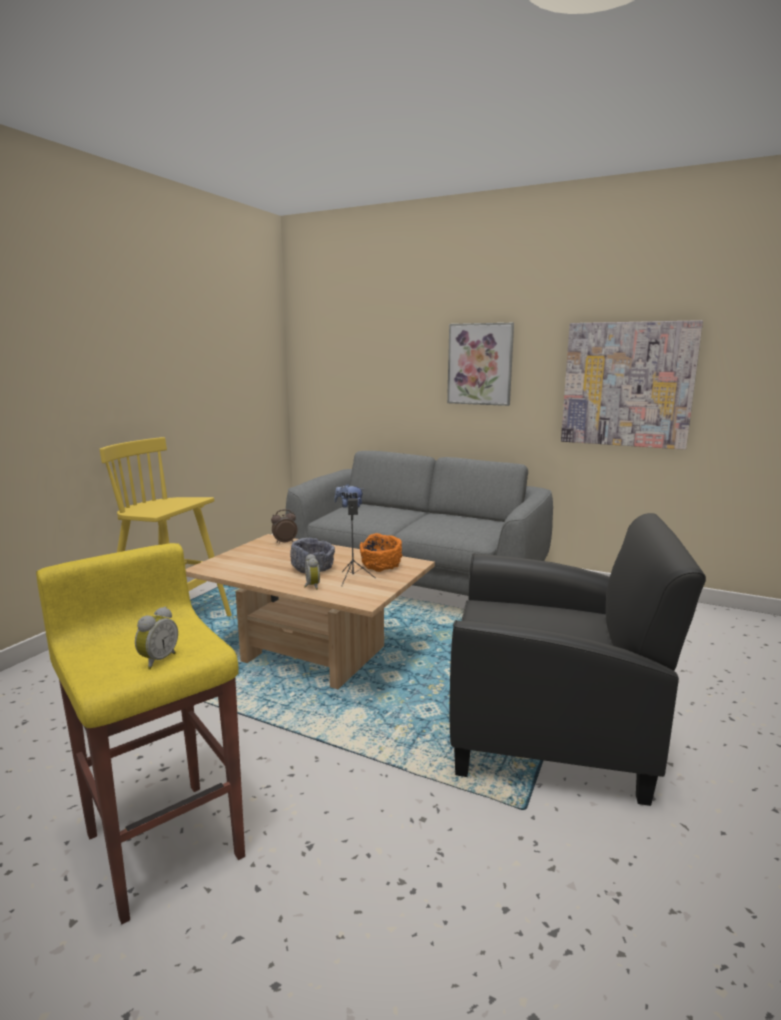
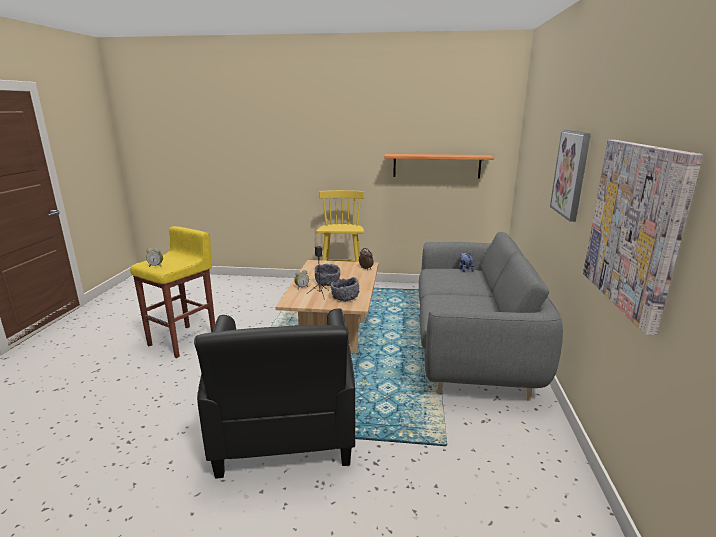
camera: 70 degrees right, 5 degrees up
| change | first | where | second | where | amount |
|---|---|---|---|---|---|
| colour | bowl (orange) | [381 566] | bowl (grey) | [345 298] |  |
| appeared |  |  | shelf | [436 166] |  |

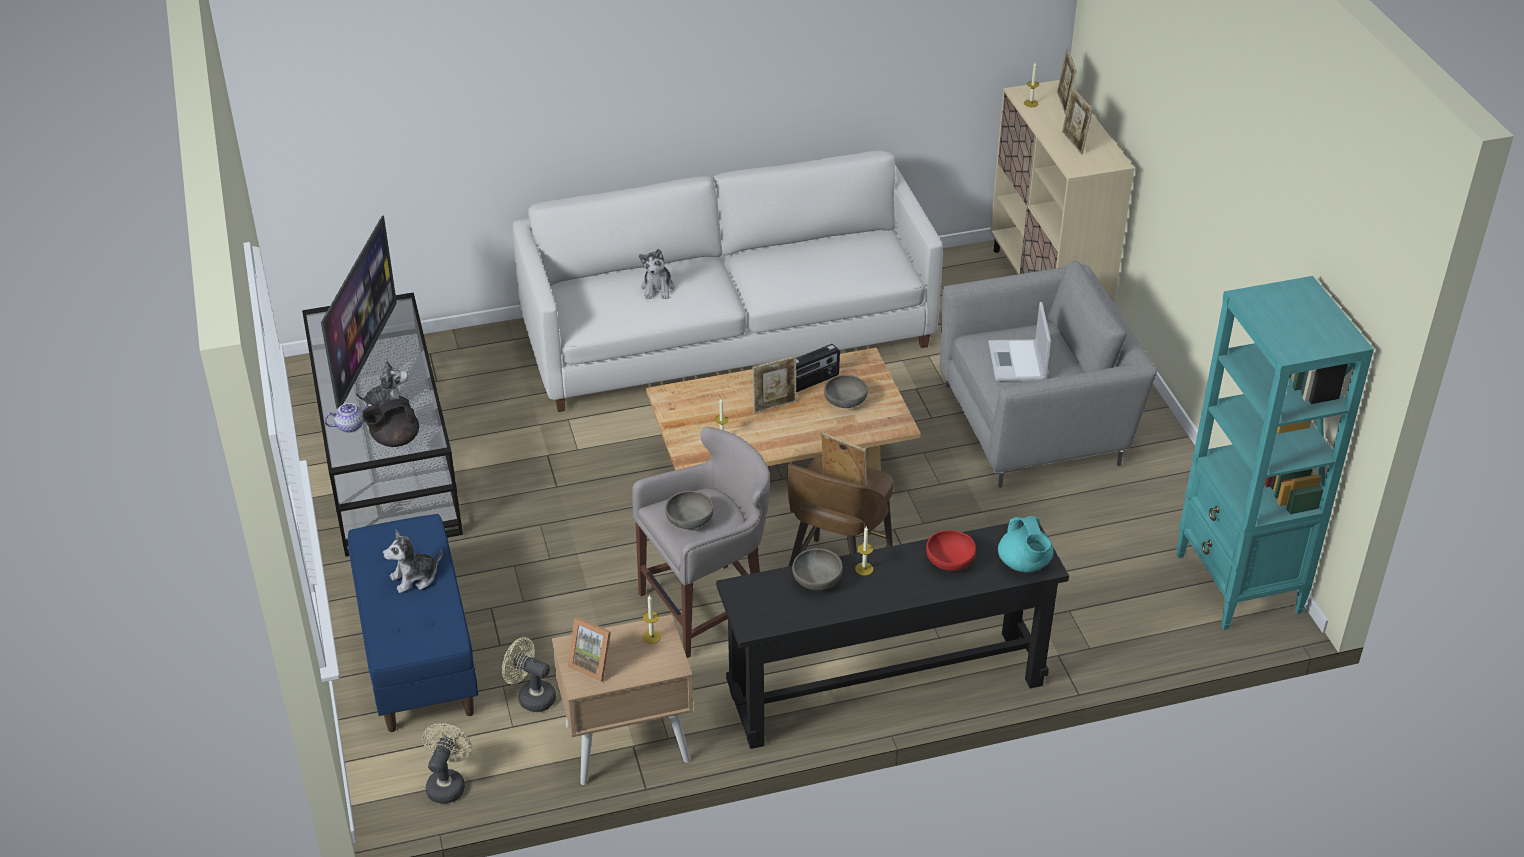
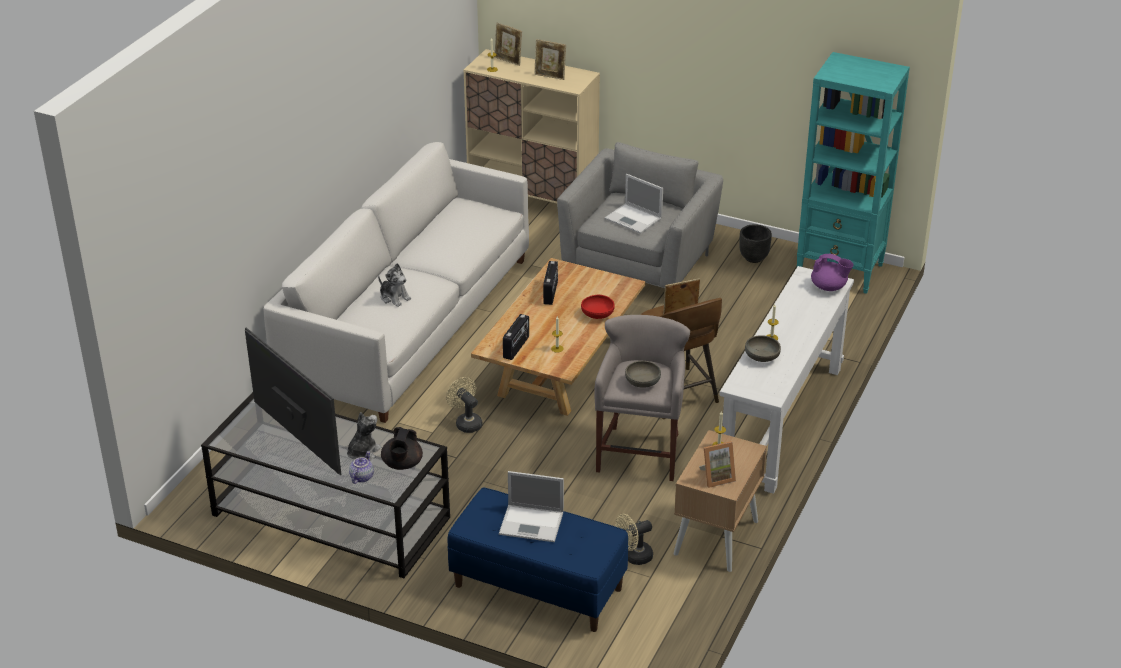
camera: 50 degrees left, 5 degrees down
| change | first | where | second | where | amount |
|---|---|---|---|---|---|
| missing | picture frame | [774 406] |  |  |  |
| missing | bowl (grey) | [845 401] |  |  |  |
| colour | teapot (turquoise) | [1024 564] | teapot (purple) | [829 287] |  |
| colour | console table (black) | [886 687] | console table (white) | [781 421] |  |
| exchanged | plush toy | [415 578] | laptop | [532 523] |  |
| relocated | bowl (red) | [950 561] |  | [597 315] |  |
| relocated | fan (beige) | [447 783] |  | [466 422] |  |
| appeared |  |  | planter (black) | [753 258] |  |
| appeared |  |  | radio | [516 347] |  |

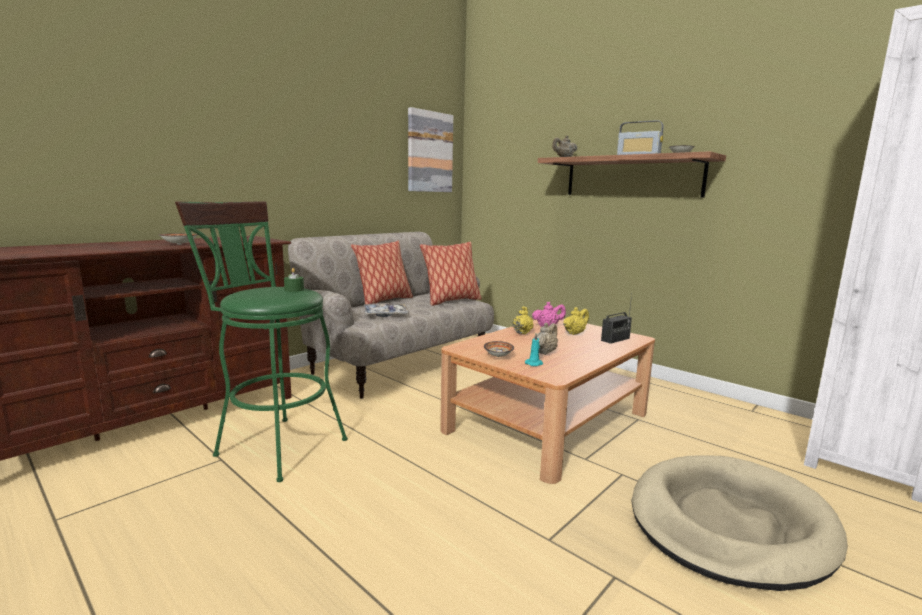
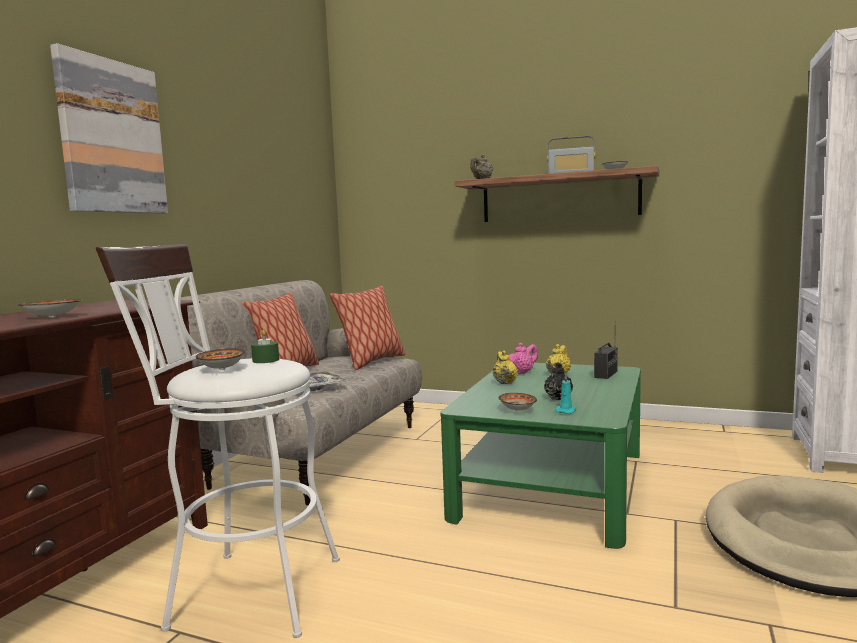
camera: 20 degrees left, 5 degrees down
| change | first | where | second | where | amount |
|---|---|---|---|---|---|
| relocated | picture | [429 152] |  | [111 137] |  |
| colour | stool (green) | [274 444] | stool (white) | [243 591] |  |
| colour | coffee table (brown) | [547 421] | coffee table (green) | [552 483] |  |
| colour | teapot (beige) | [545 352] | teapot (black) | [558 398] |  |
| appeared |  |  | bowl | [223 369] |  |

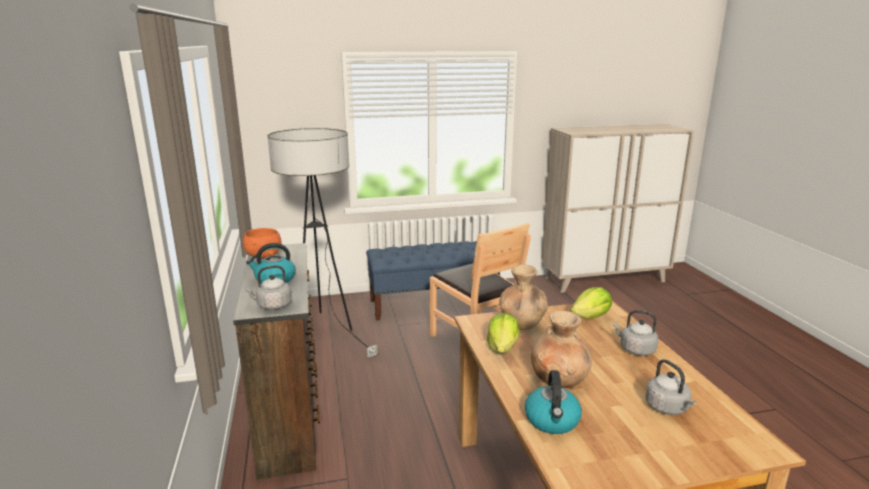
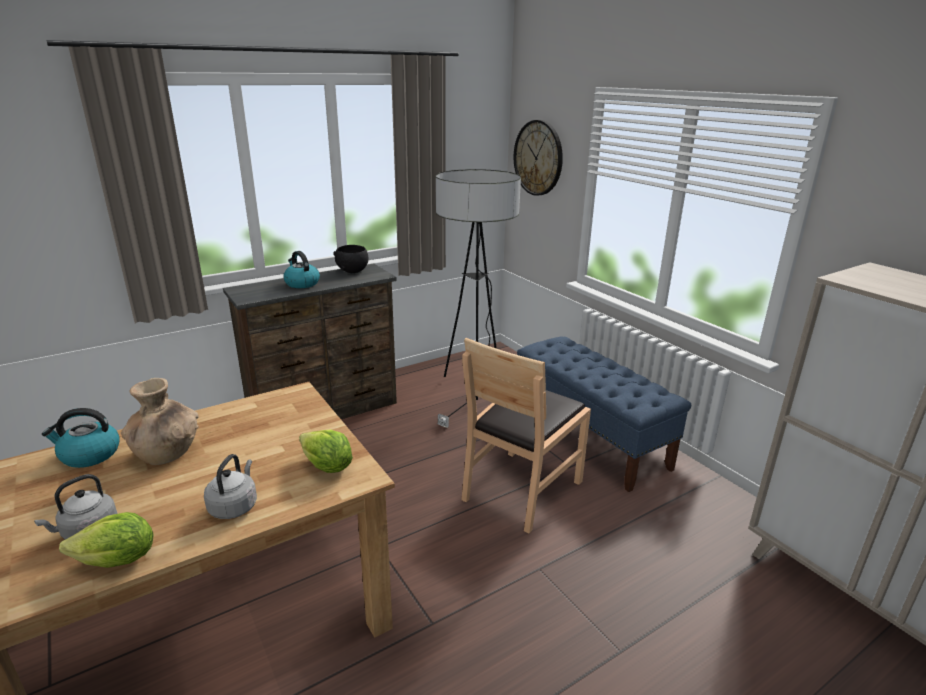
camera: 70 degrees right, 5 degrees up
| change | first | where | second | where | amount |
|---|---|---|---|---|---|
| colour | bowl (orange) | [264 256] | bowl (black) | [353 271] |  |
| missing | vase (brown) | [522 323] |  |  |  |
| missing | kettle (grey) | [272 306] |  |  |  |
| relocated | lettuce | [502 348] |  | [118 561] |  |
| appeared |  |  | wall clock | [538 158] |  |

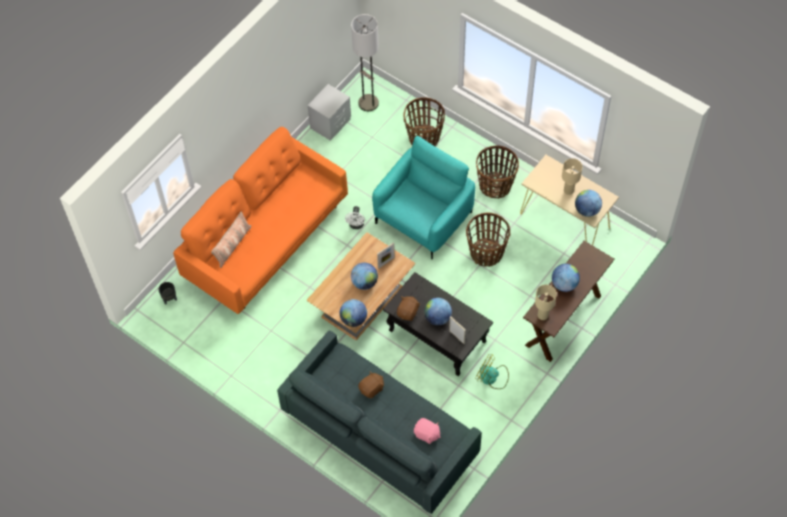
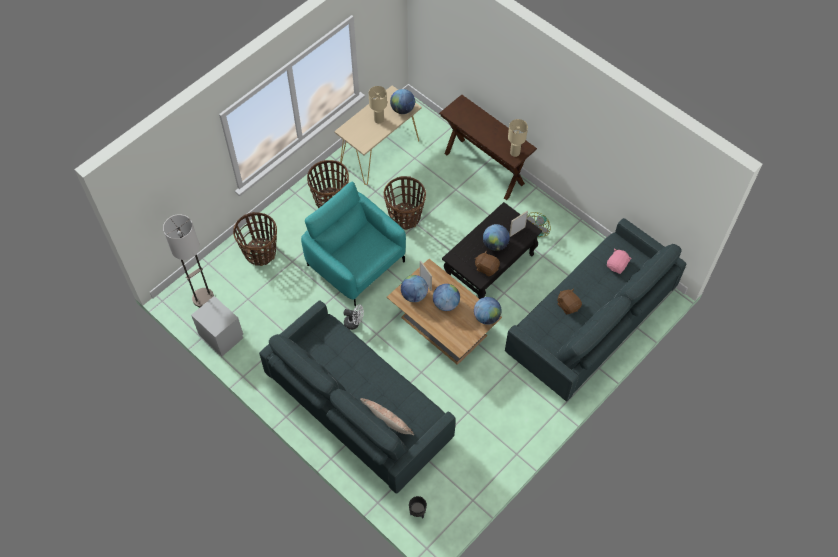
camera: 85 degrees left, 0 degrees up
| change | first | where | second | where | amount |
|---|---|---|---|---|---|
| colour | sofa (orange) | [266 240] | sofa (grey) | [358 409] |  |
| relocated | globe | [564 284] |  | [414 295] |  |

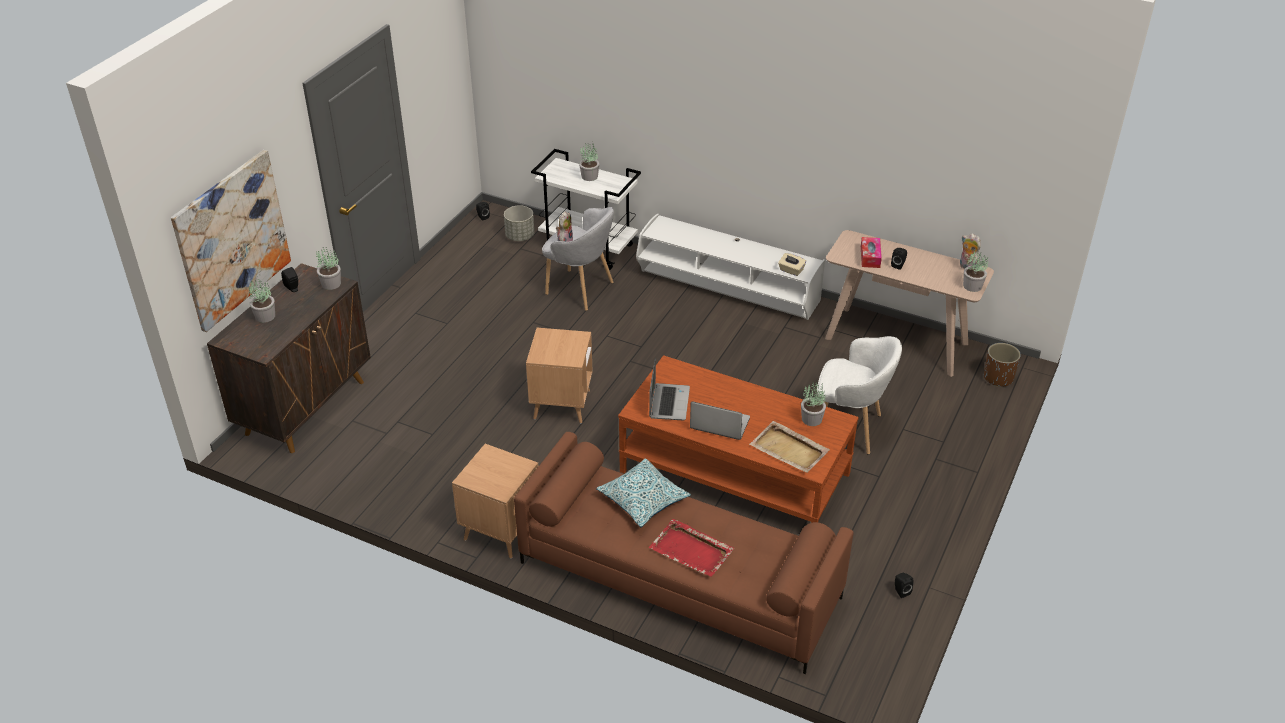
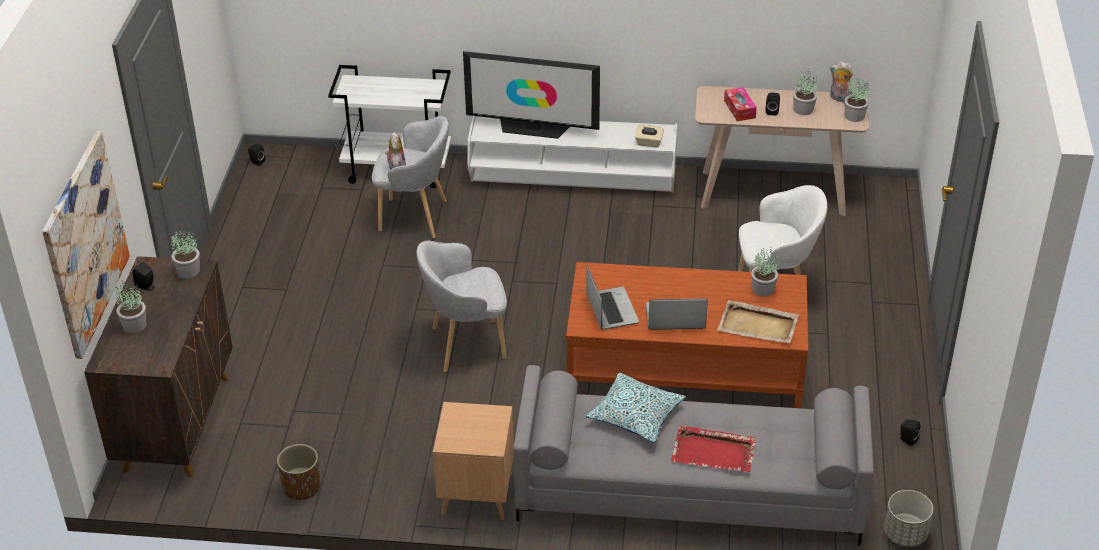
camera: 20 degrees left, 0 degrees up
| change | first | where | second | where | amount |
|---|---|---|---|---|---|
| relocated | potted plant | [589 176] |  | [803 109] |  |
| relocated | planter (grey) | [519 236] |  | [905 534] |  |
| exchanged | side table (brown) | [562 404] | armchair (grey) | [465 345] |  |
| relocated | planter (brown) | [998 378] |  | [301 487] |  |
| colour | sofa (brown) | [678 580] | sofa (grey) | [687 492] |  |
| appeared |  |  | television | [532 128] |  |

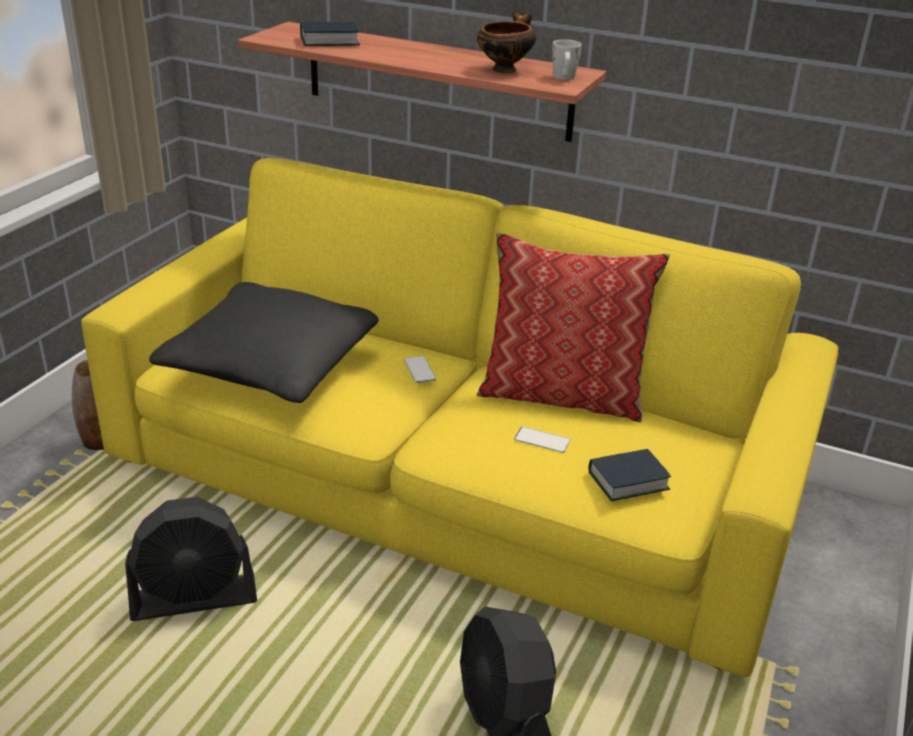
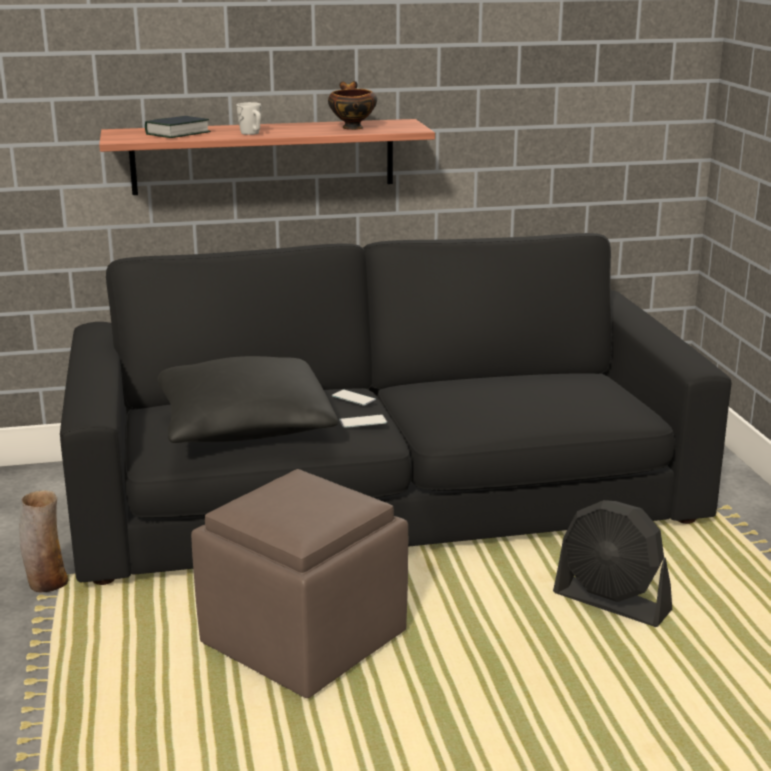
camera: 35 degrees left, 10 degrees down
| change | first | where | second | where | amount |
|---|---|---|---|---|---|
| relocated | mug (white) | [564 78] |  | [252 134] |  |
| colour | sofa (yellow) | [452 476] | sofa (black) | [385 495] |  |
| missing | pillow | [562 395] |  |  |  |
| relocated | phone | [542 440] |  | [363 422] |  |
| missing | book | [628 481] |  |  |  |
| exchanged | fan (black) | [194 599] | ottoman (brown) | [303 639] |  |

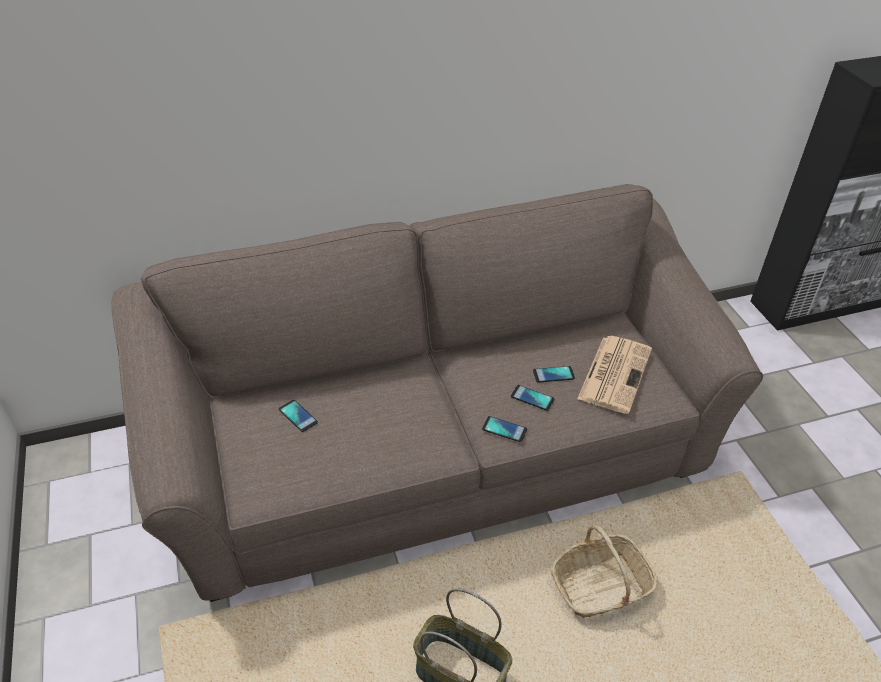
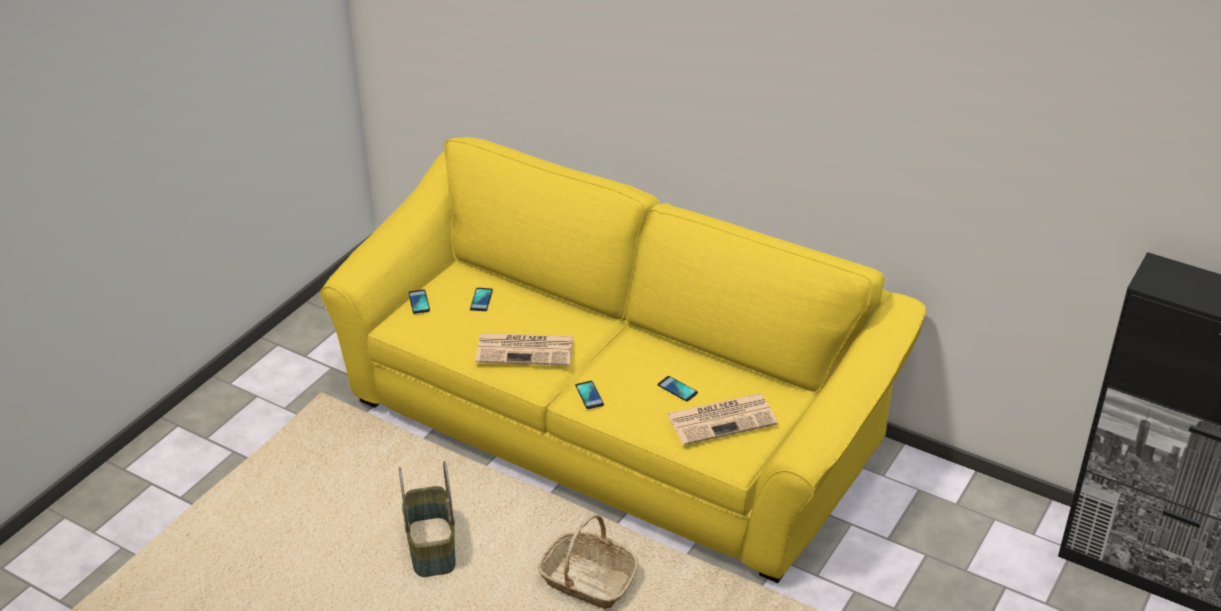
camera: 50 degrees right, 5 degrees down
| change | first | where | second | where | amount |
|---|---|---|---|---|---|
| colour | sofa (brown) | [438 450] | sofa (yellow) | [611 424] |  |
| relocated | phone | [532 398] |  | [419 302] |  |
| appeared |  |  | newspaper | [526 349] |  |

